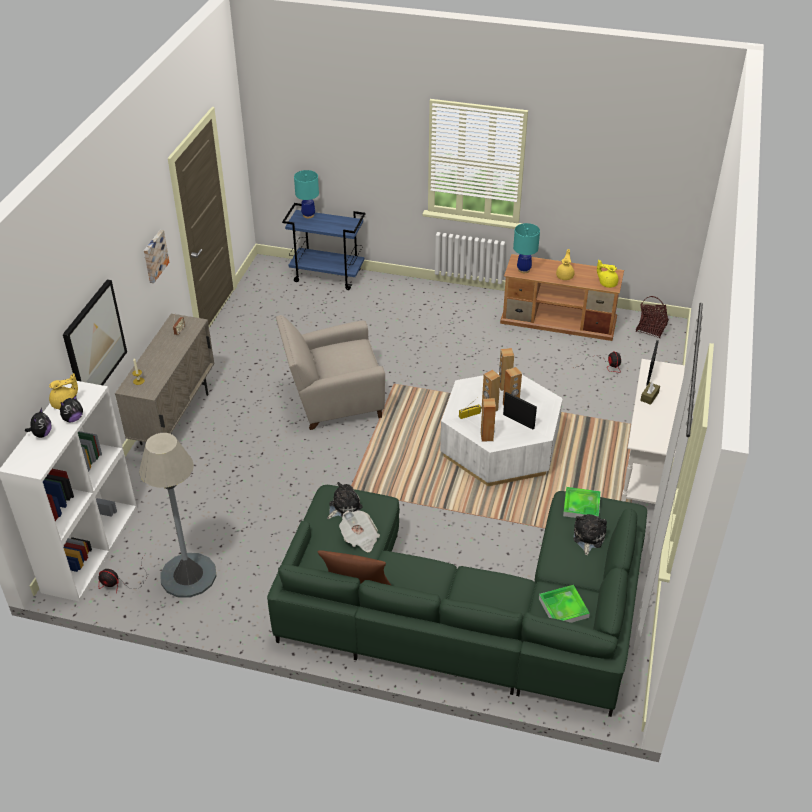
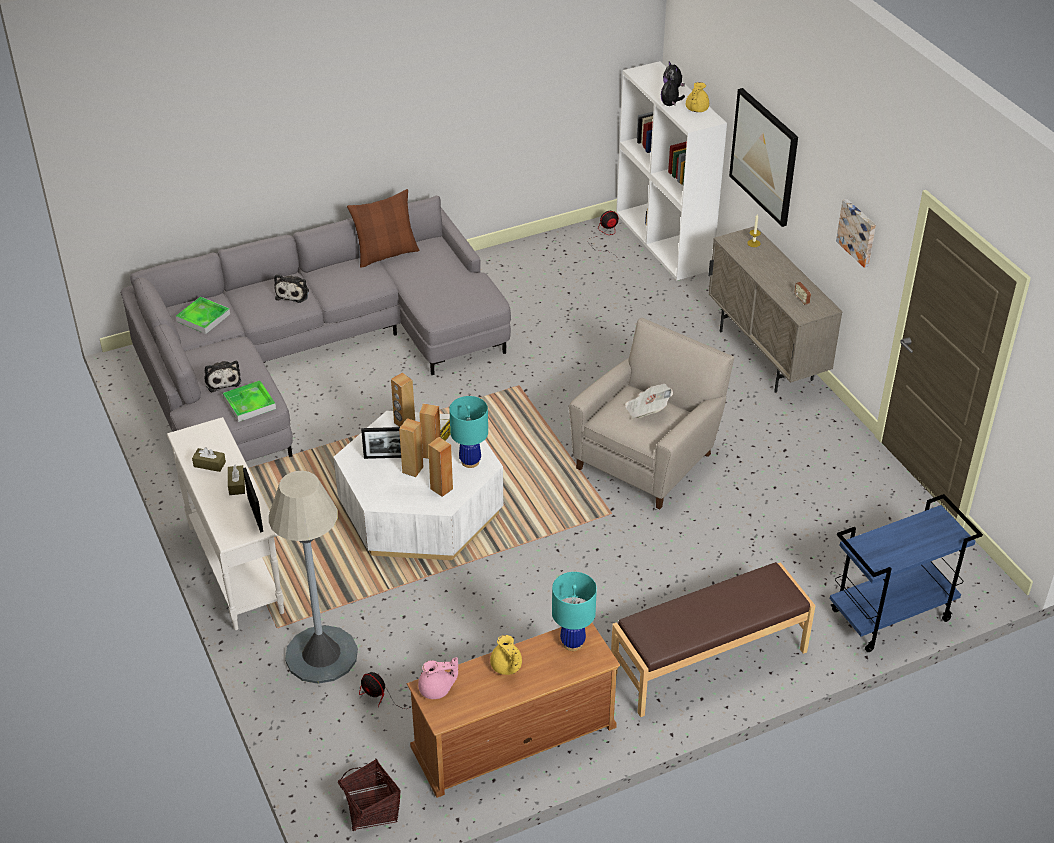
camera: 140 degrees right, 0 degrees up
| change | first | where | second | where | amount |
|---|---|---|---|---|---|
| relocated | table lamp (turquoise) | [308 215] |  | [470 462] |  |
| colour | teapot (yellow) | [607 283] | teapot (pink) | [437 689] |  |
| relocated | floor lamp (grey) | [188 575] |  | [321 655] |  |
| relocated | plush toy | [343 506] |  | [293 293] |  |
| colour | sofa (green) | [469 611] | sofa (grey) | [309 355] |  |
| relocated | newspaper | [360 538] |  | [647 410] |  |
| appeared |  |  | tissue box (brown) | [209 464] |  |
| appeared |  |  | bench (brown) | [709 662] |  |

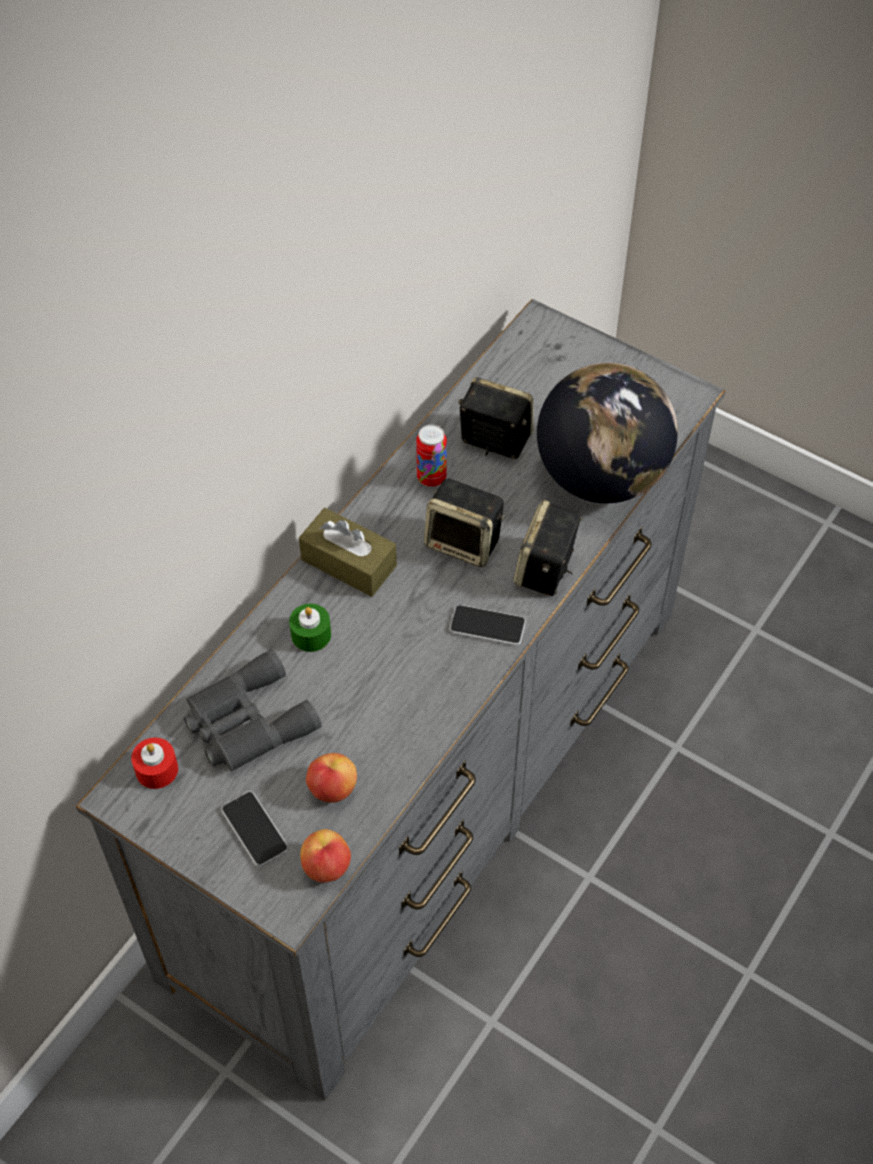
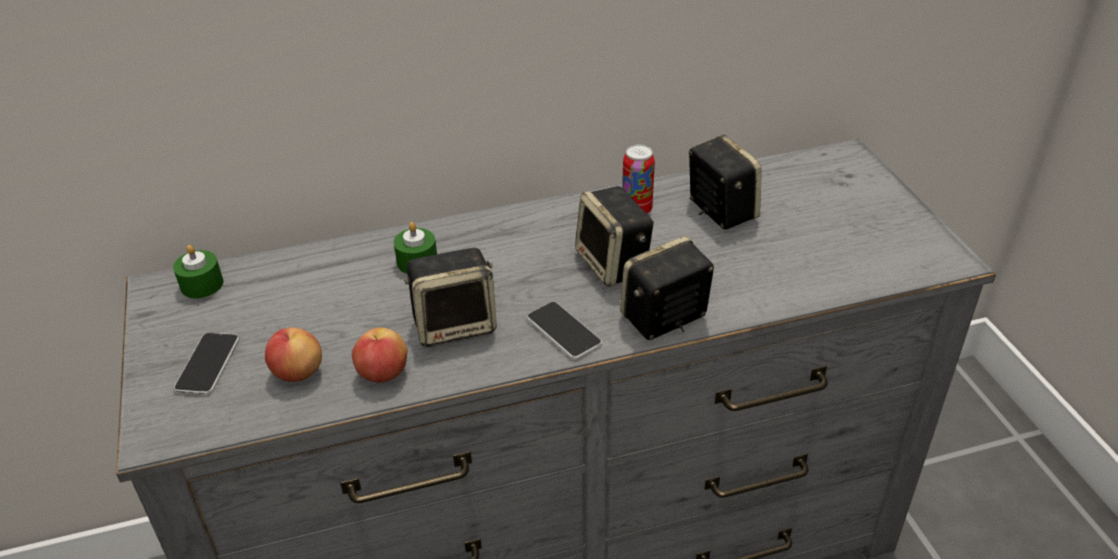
camera: 40 degrees right, 15 degrees down
| change | first | where | second | where | amount |
|---|---|---|---|---|---|
| missing | globe | [601 477] |  |  |  |
| missing | tissue box (brown) | [348 563] |  |  |  |
| missing | binoculars (grey) | [246 722] |  |  |  |
| colour | candle (red) | [157 769] | candle (green) | [202 284] |  |
| relocated | apple | [326 867] |  | [383 374] |  |
| appeared |  |  | speaker | [455 324] |  |

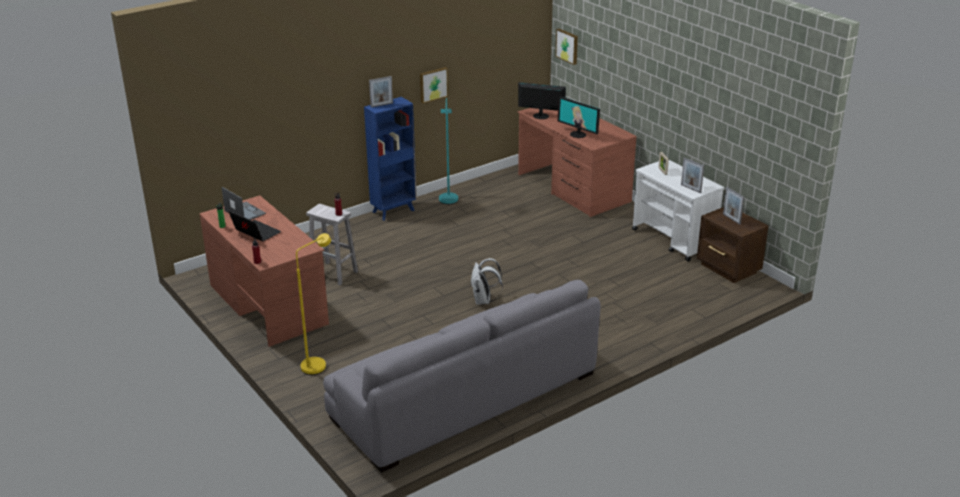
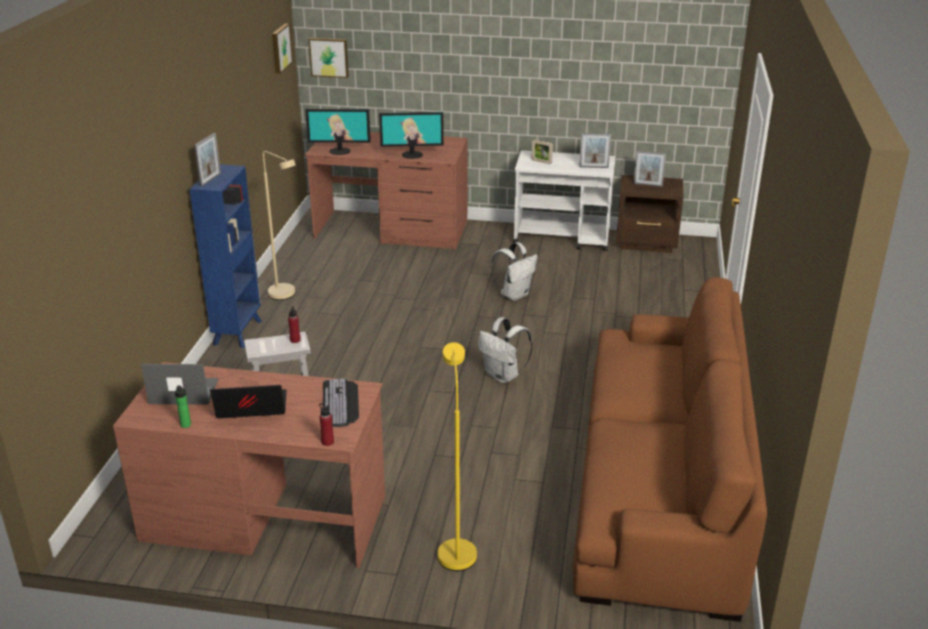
camera: 45 degrees left, 0 degrees up
| change | first | where | second | where | amount |
|---|---|---|---|---|---|
| relocated | picture | [433 84] |  | [280 48] |  |
| spun | monitor | [540 116] |  | [340 151] | 150 degrees counterclockwise |
| colour | floor lamp (turquoise) | [448 202] | floor lamp (beige) | [286 296] |  |
| colour | sofa (grey) | [464 395] | sofa (brown) | [659 482] |  |
| appeared |  |  | backpack (white) | [514 295] |  |
| appeared |  |  | keyboard | [341 403] |  |

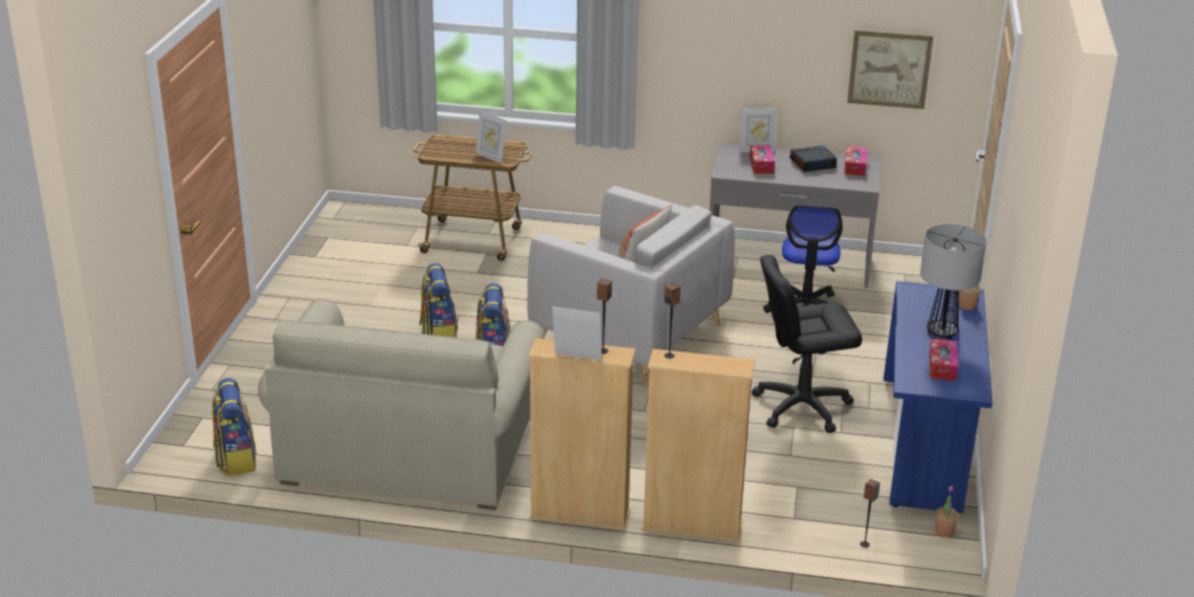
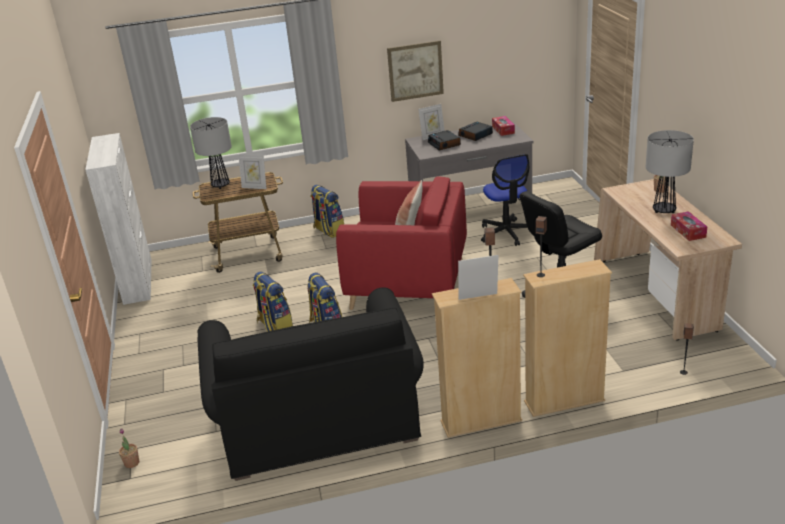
camera: 20 degrees left, 0 degrees up
| change | first | where | second | where | amount |
|---|---|---|---|---|---|
| relocated | picture | [889 69] |  | [415 71] |  |
| exchanged | tissue box | [761 165] | alarm clock | [444 144] |  |
| colour | armchair (grey) | [630 334] | armchair (red) | [408 283] |  |
| colour | desk (blue) | [925 445] | desk (beige) | [656 294] |  |
| colour | sofa (beige) | [407 451] | sofa (black) | [317 419] |  |
| relocated | backpack | [236 459] |  | [328 231] |  |
| relocated | potted plant | [944 531] |  | [132 463] |  |
| appeared |  |  | table lamp | [220 185] |  |
| appeared |  |  | cabinet (white) | [138 280] |  |

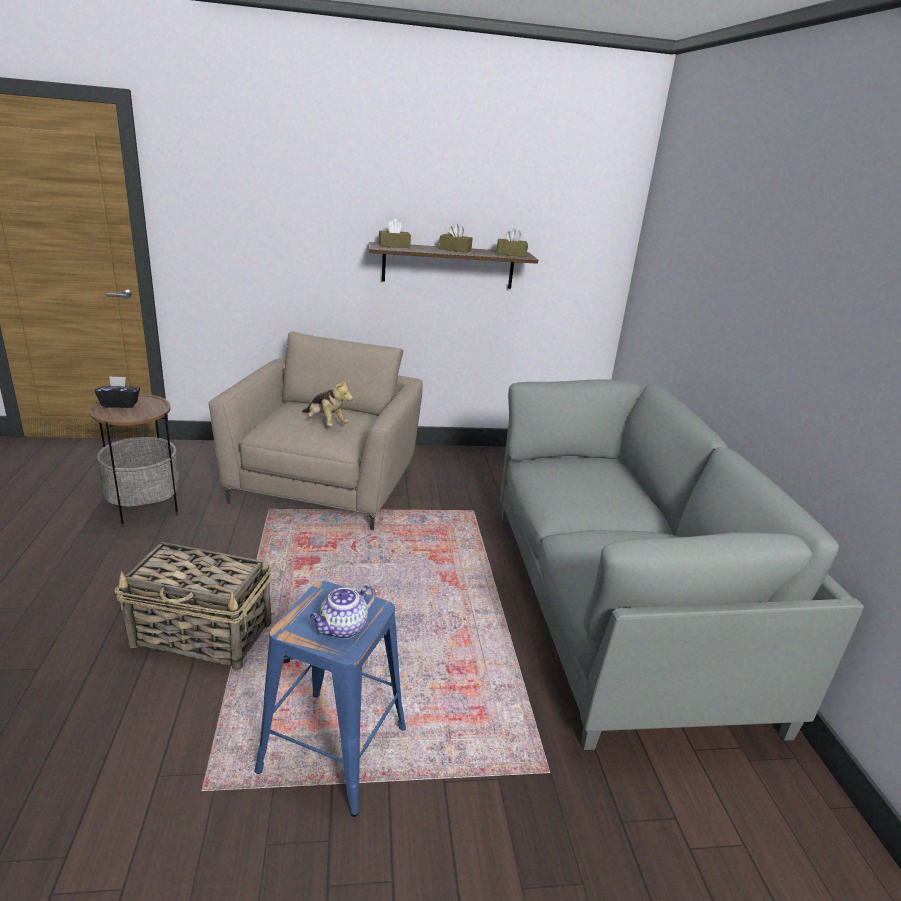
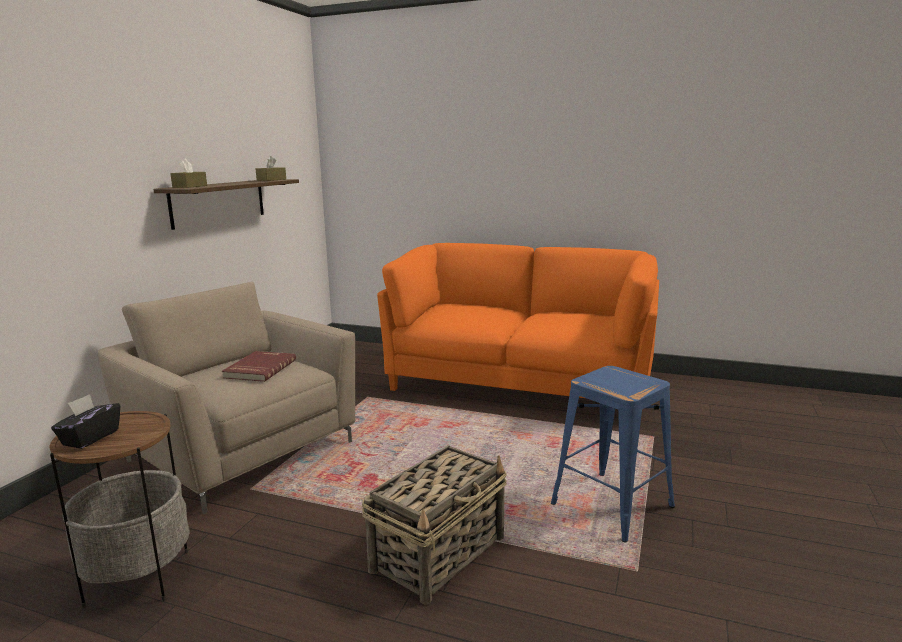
camera: 60 degrees left, 10 degrees down
| change | first | where | second | where | amount |
|---|---|---|---|---|---|
| missing | tissue box (brown) | [455 249] |  |  |  |
| exchanged | plush toy | [326 423] | book (red) | [259 369] |  |
| colour | sofa (grey) | [616 607] | sofa (orange) | [522 382] |  |
| missing | teapot | [343 629] |  |  |  |

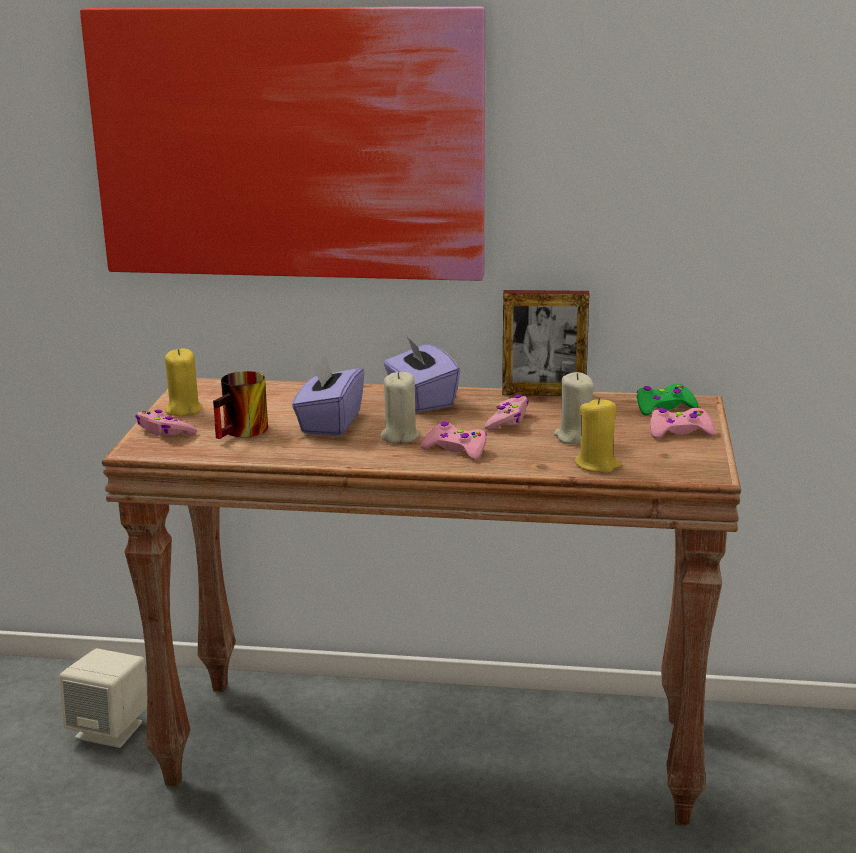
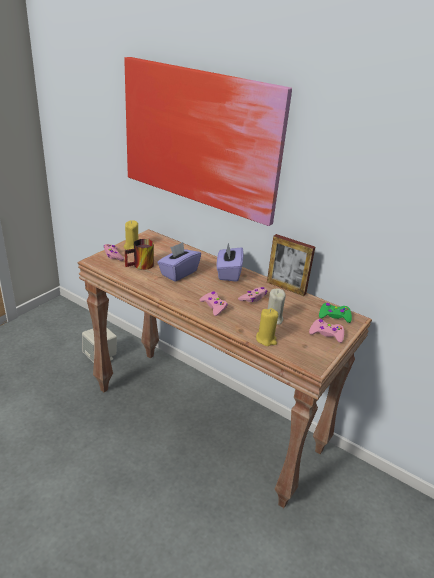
camera: 25 degrees right, 10 degrees up
| change | first | where | second | where | amount |
|---|---|---|---|---|---|
| missing | candle (beige) | [399 436] |  |  |  |

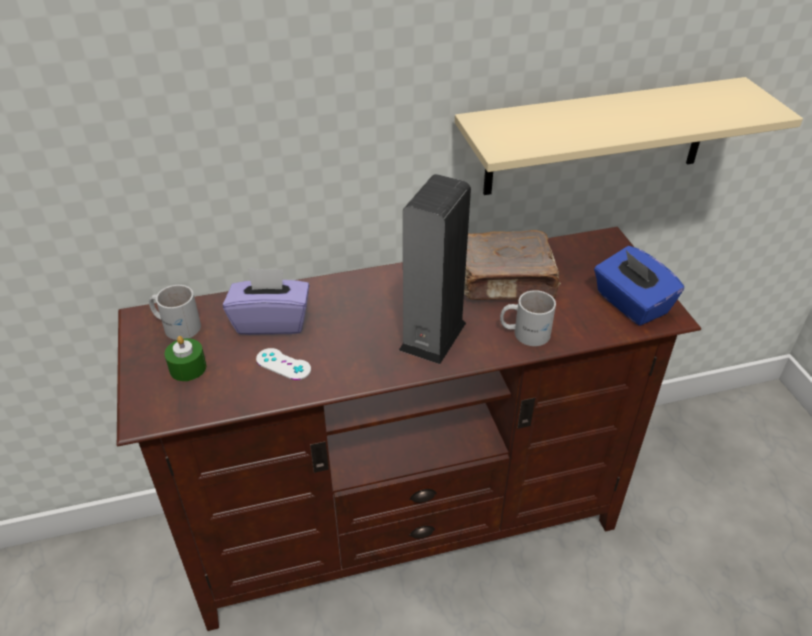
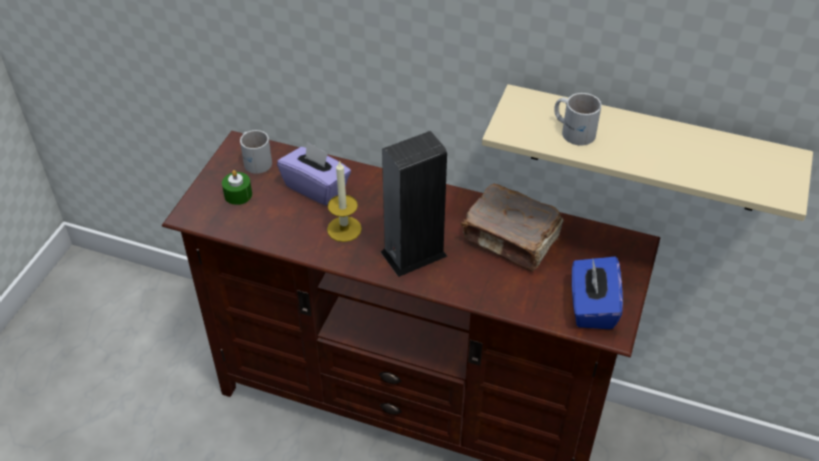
camera: 35 degrees right, 5 degrees up
| change | first | where | second | where | amount |
|---|---|---|---|---|---|
| relocated | mug (white) | [524 332] |  | [574 130] |  |
| missing | game controller (white) | [283 364] |  |  |  |
| appeared |  |  | candle | [344 229] |  |

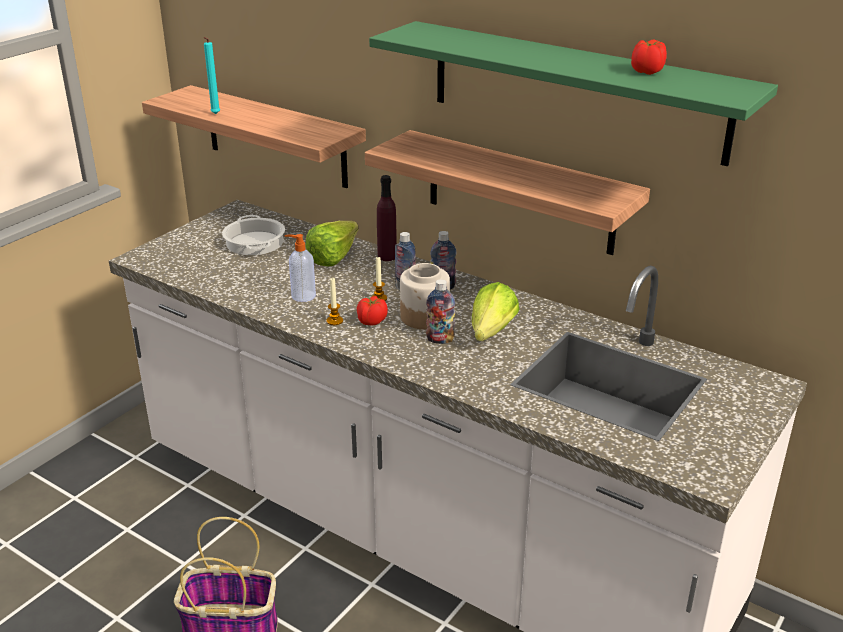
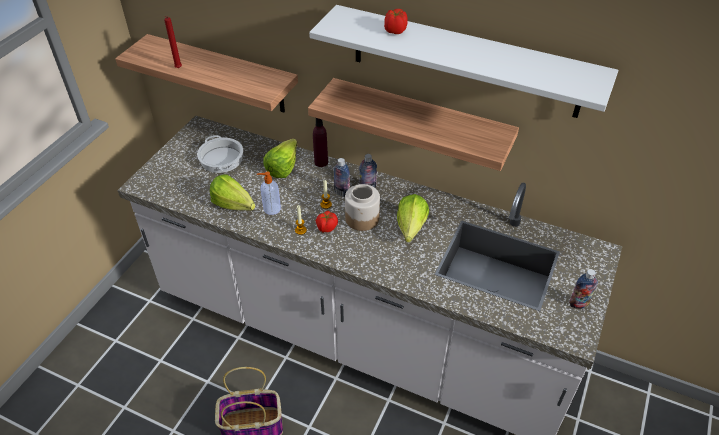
camera: 10 degrees left, 15 degrees up
| change | first | where | second | where | amount |
|---|---|---|---|---|---|
| colour | shelf (green) | [575 90] | shelf (white) | [464 61] |  |
| colour | candle (turquoise) | [215 114] | candle (red) | [178 69] |  |
| relocated | tomato | [646 72] |  | [395 31] |  |
| relocated | bottle | [440 339] |  | [578 304] |  |
| appeared |  |  | lettuce | [236 207] |  |

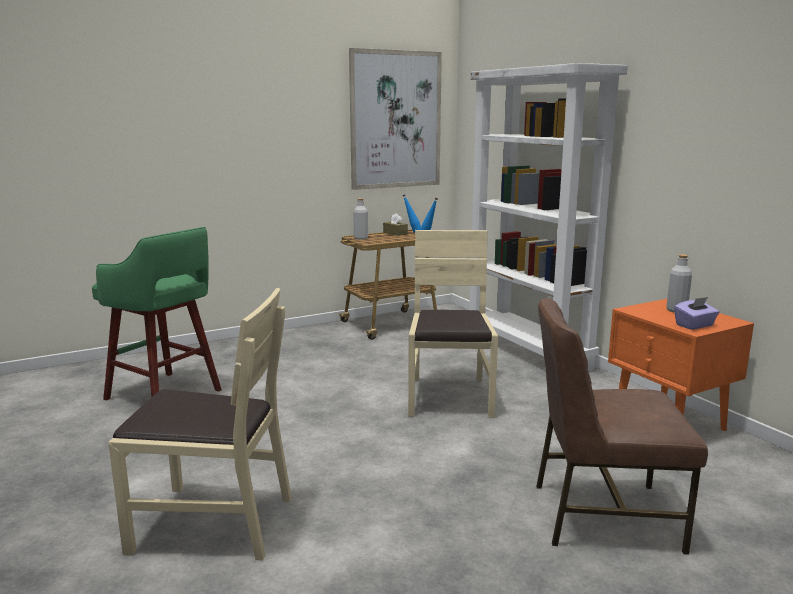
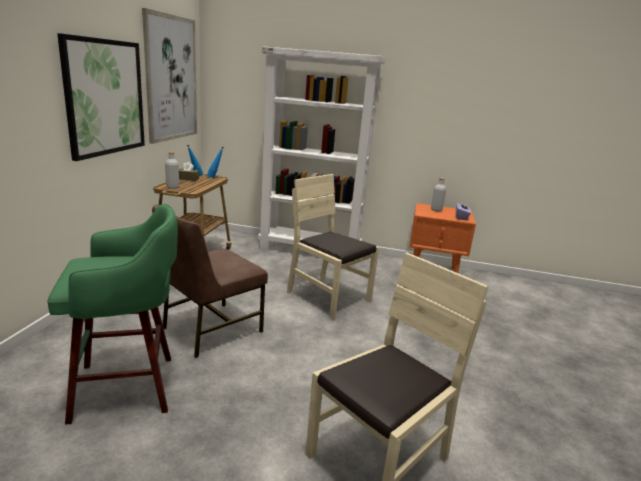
camera: 50 degrees left, 5 degrees up
| change | first | where | second | where | amount |
|---|---|---|---|---|---|
| relocated | chair (brown) | [602 515] |  | [210 329] |  |
| appeared |  |  | picture | [105 97] |  |

